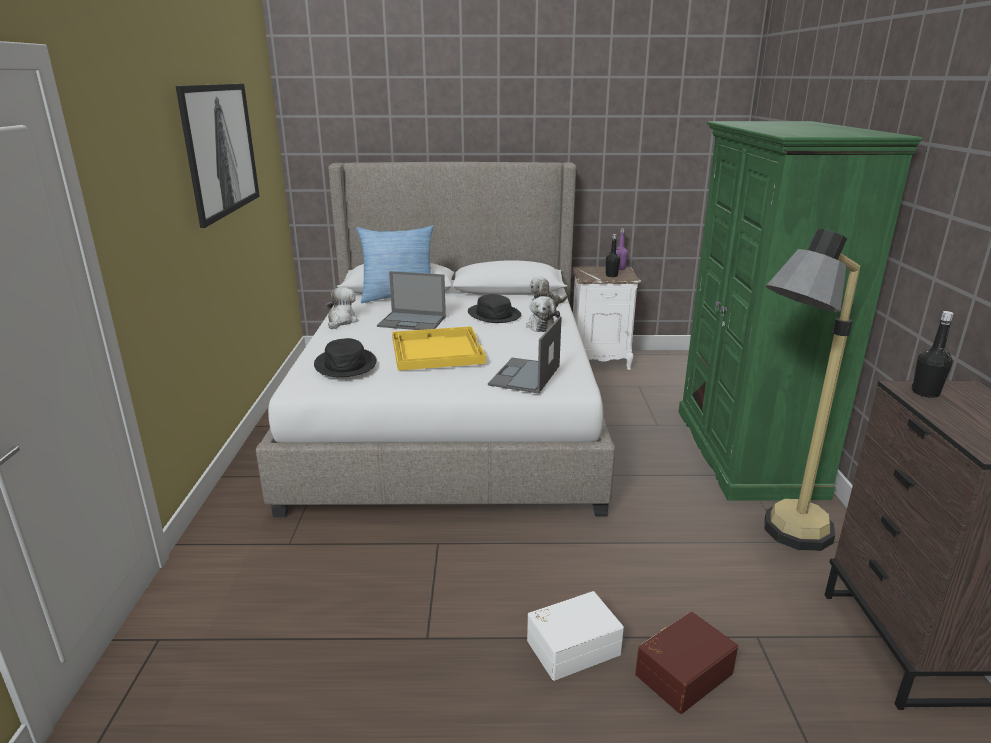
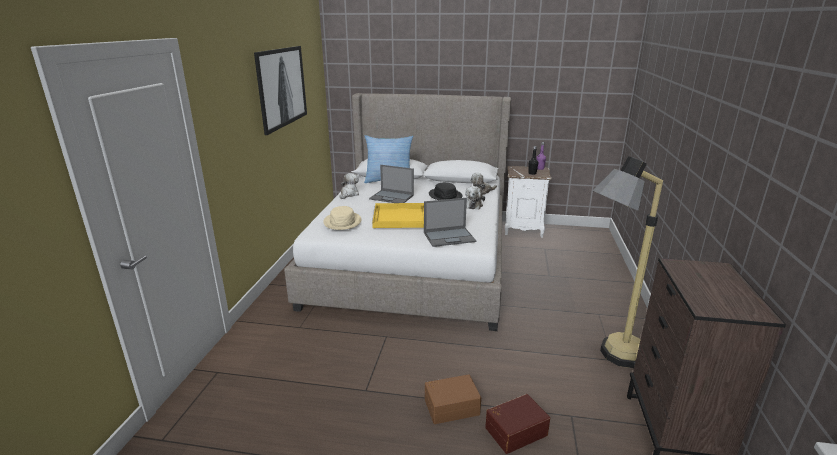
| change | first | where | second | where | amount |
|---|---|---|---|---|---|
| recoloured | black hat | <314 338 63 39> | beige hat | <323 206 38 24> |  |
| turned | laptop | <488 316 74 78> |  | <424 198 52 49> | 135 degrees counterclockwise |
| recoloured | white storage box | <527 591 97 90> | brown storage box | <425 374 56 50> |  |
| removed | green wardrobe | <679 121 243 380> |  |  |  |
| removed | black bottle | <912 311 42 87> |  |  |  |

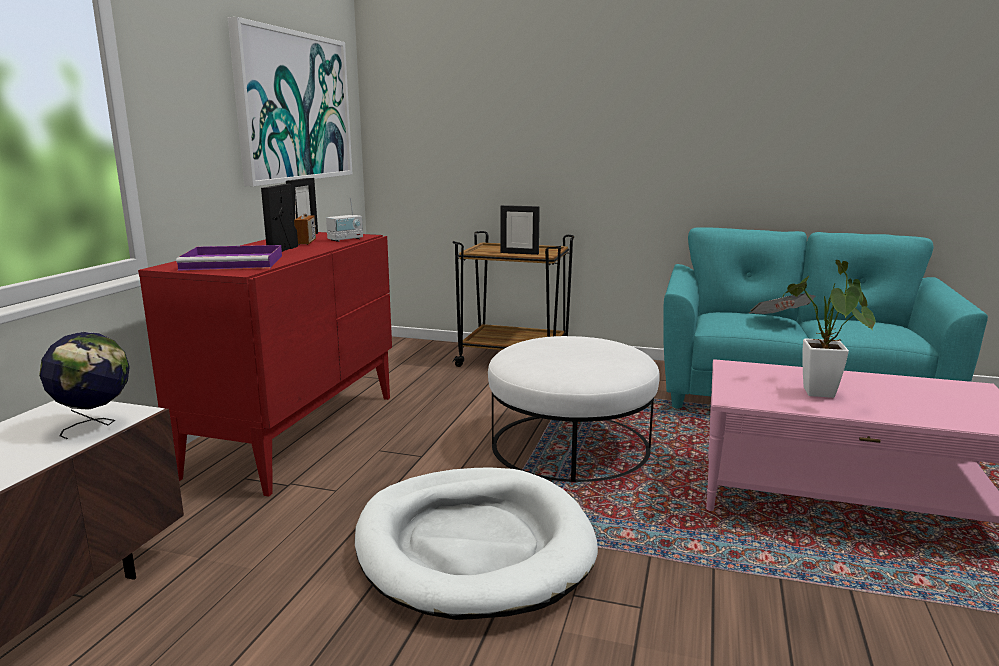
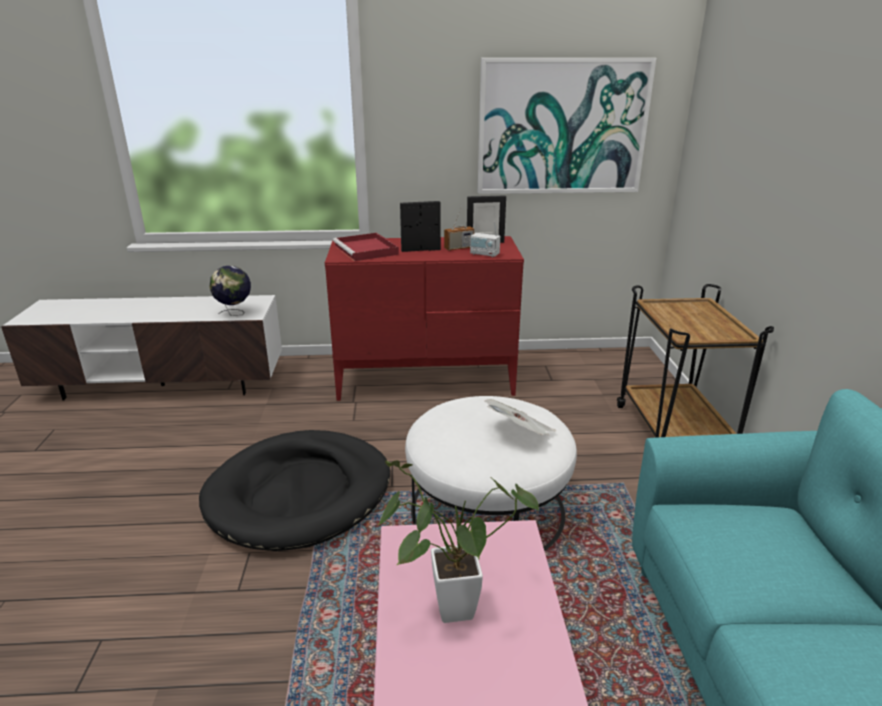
| change | first | where | second | where | amount |
|---|---|---|---|---|---|
| recoloured | white dog bed | <355 468 243 152> | black dog bed | <199 430 191 121> |  |
| recoloured | purple tray | <176 245 106 26> | red tray | <333 233 66 28> |  |
| moved | newspaper | <749 293 67 21> |  | <484 399 73 37> |  |
| removed | picture frame | <500 205 40 50> |  |  |  |

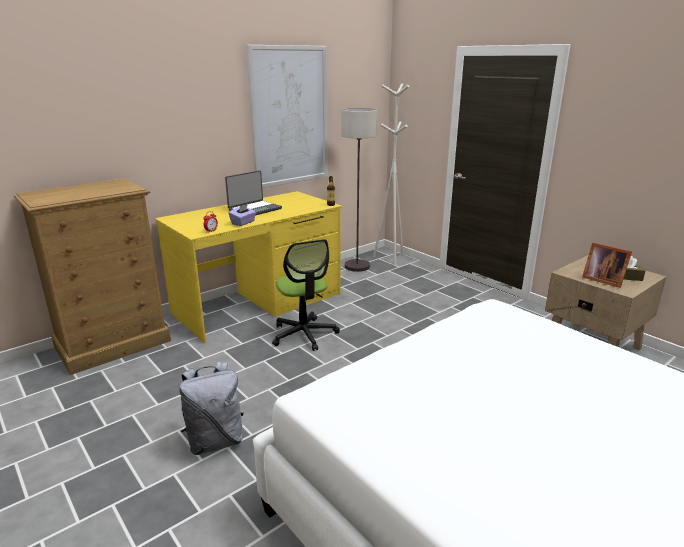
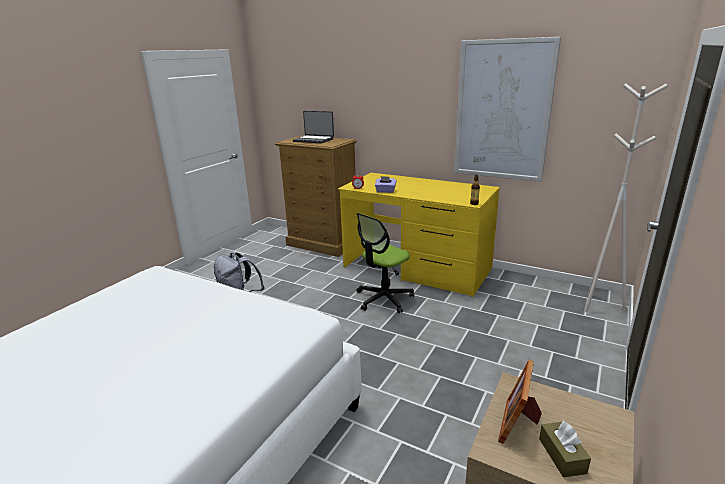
| change | first | where | second | where | amount |
|---|---|---|---|---|---|
| moved | laptop | <225 170 57 46> |  | <293 111 41 32> |  |
| removed | grey floor lamp | <342 108 35 164> |  |  |  |

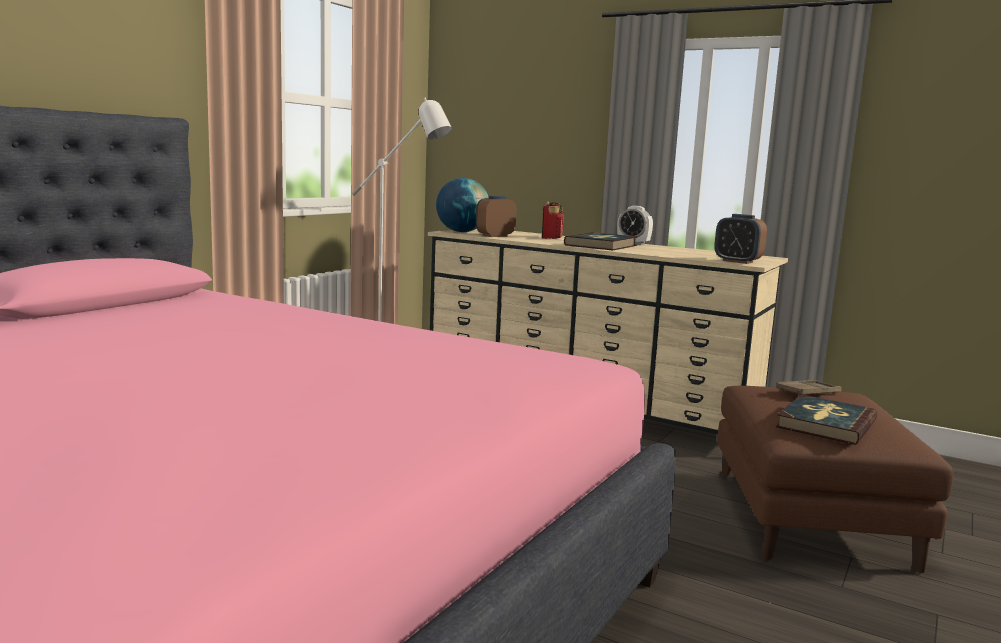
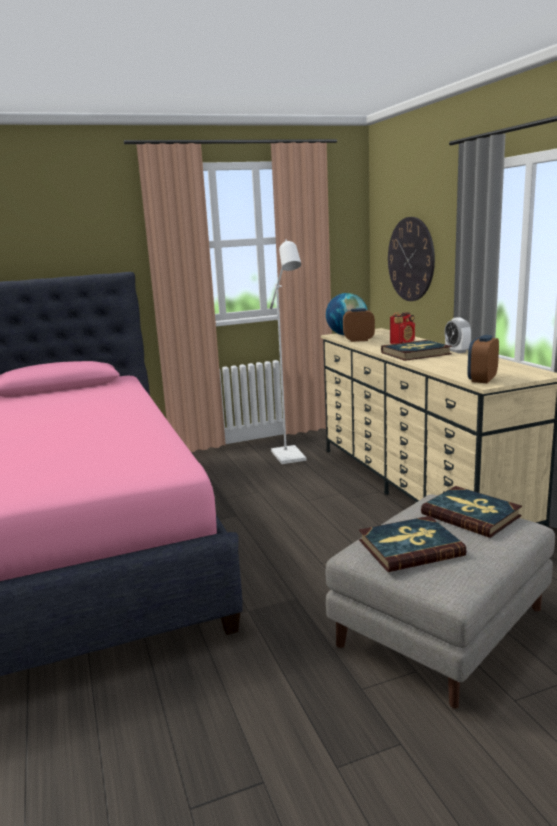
| change | first | where | second | where | amount |
|---|---|---|---|---|---|
| recoloured | brown ottoman | <717 386 236 187> | grey ottoman | <326 494 229 215> |  |
| added |  |  | wall clock | <388 217 47 84> |  |
| replaced | brown tray | <776 380 66 16> | book | <421 486 101 52> |  |
| turned | alarm clock | <714 214 53 50> |  | <467 335 32 48> | 45 degrees clockwise |

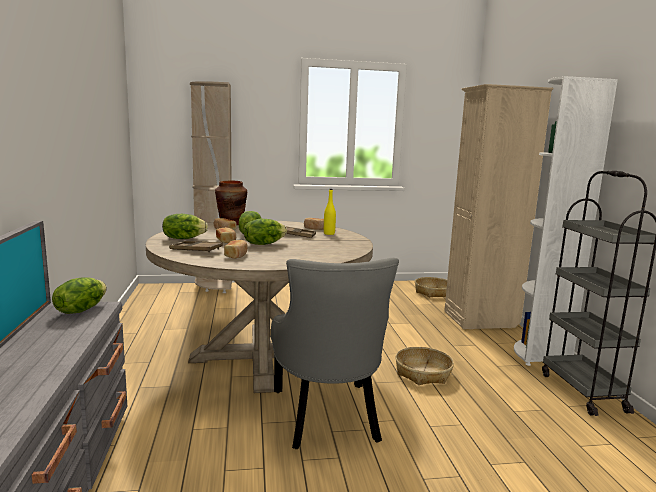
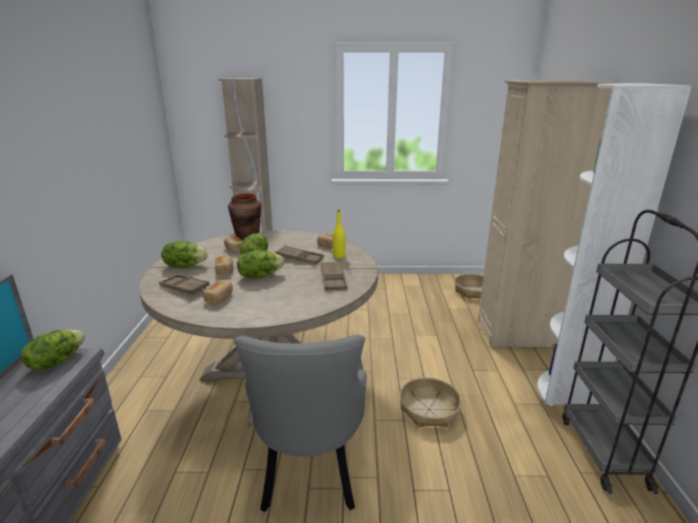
| change | first | where | second | where | amount |
|---|---|---|---|---|---|
| added |  |  | brown tray | <320 262 28 28> |  |

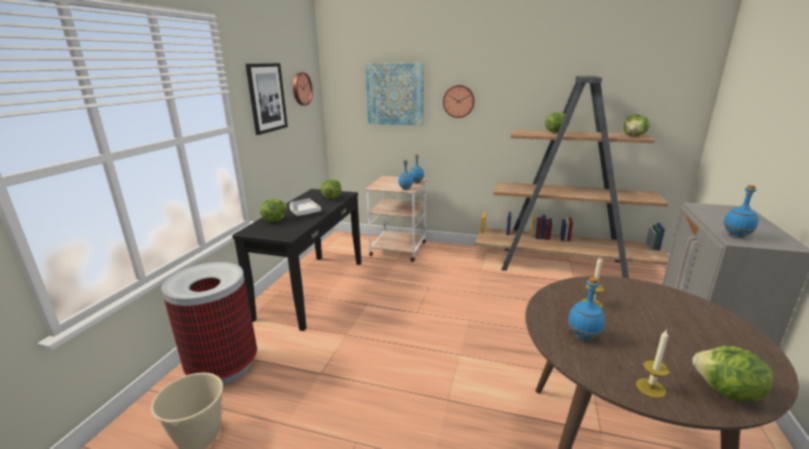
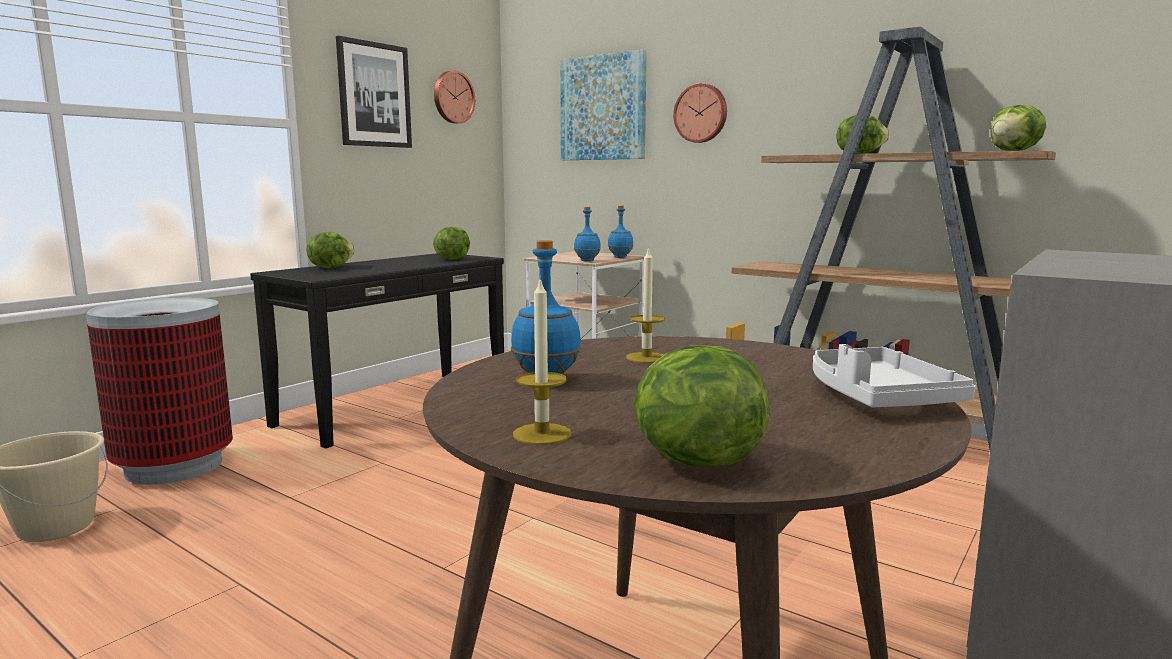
| change | first | where | second | where | amount |
|---|---|---|---|---|---|
| moved | white tray | <289 199 32 17> |  | <813 344 163 63> |  |
| removed | blue bottle | <723 185 35 53> |  |  |  |

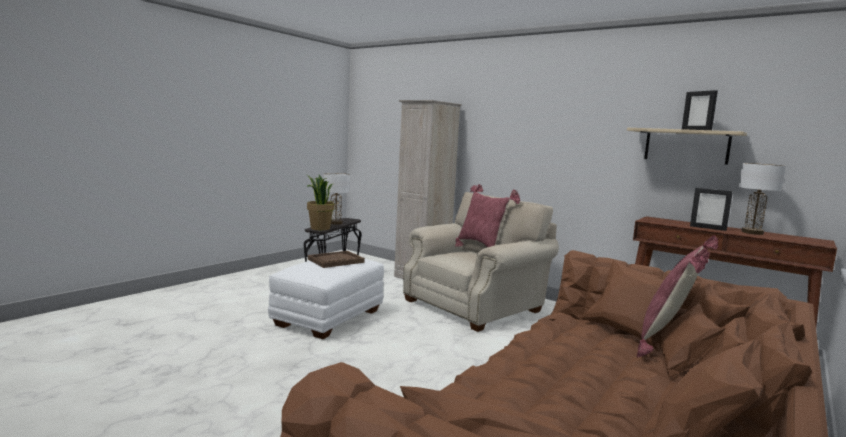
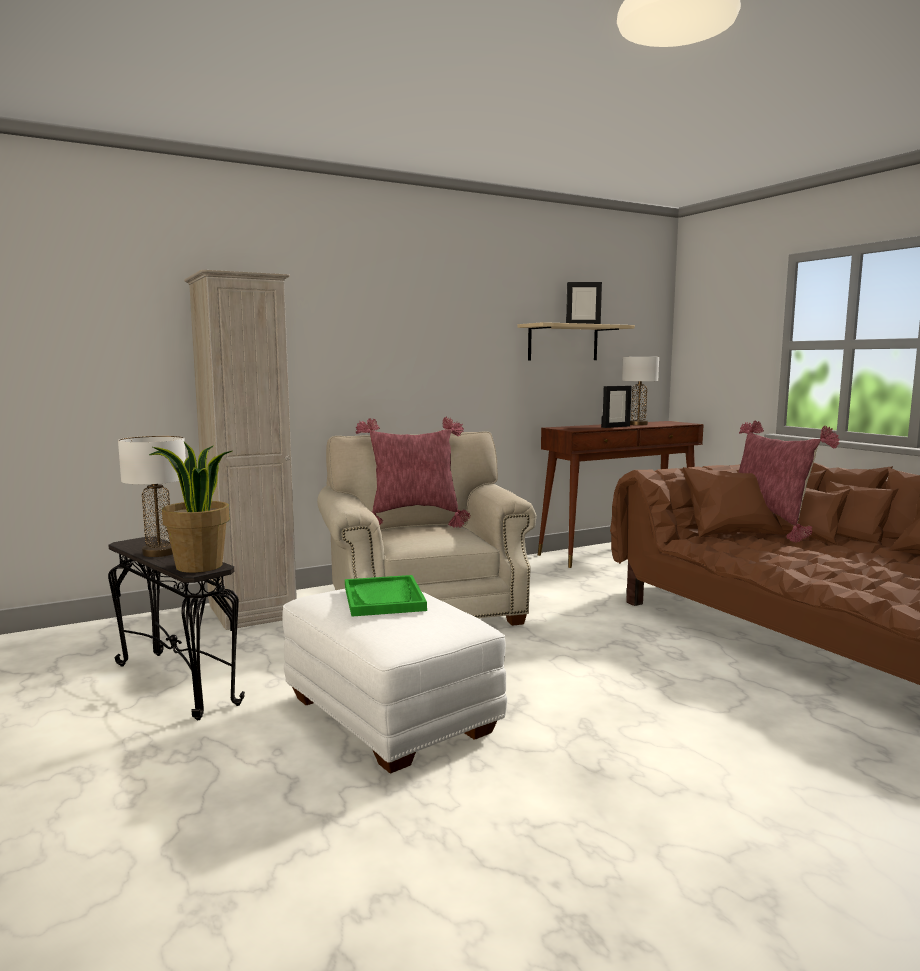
| change | first | where | second | where | amount |
|---|---|---|---|---|---|
| recoloured | brown tray | <308 251 57 17> | green tray | <345 575 82 42> |  |

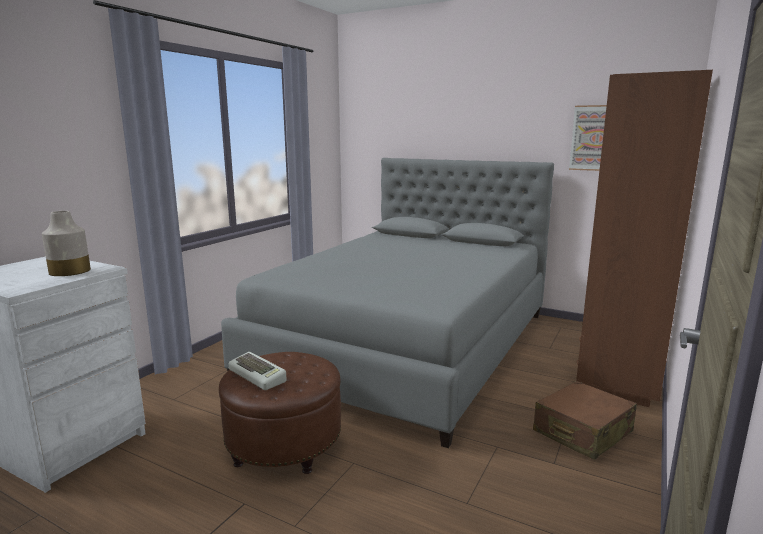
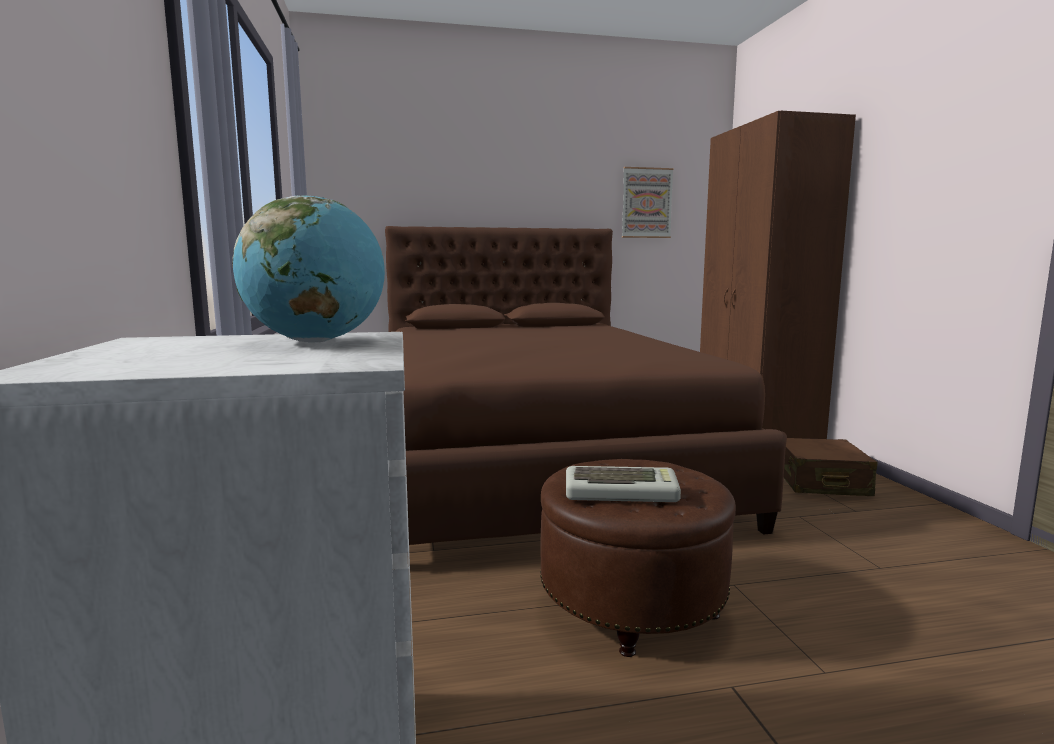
| change | first | where | second | where | amount |
|---|---|---|---|---|---|
| replaced | beige vase | <42 211 49 65> | globe | <232 195 153 147> |  |
| recoloured | grey bed | <221 158 333 290> | brown bed | <385 226 402 319> |  |

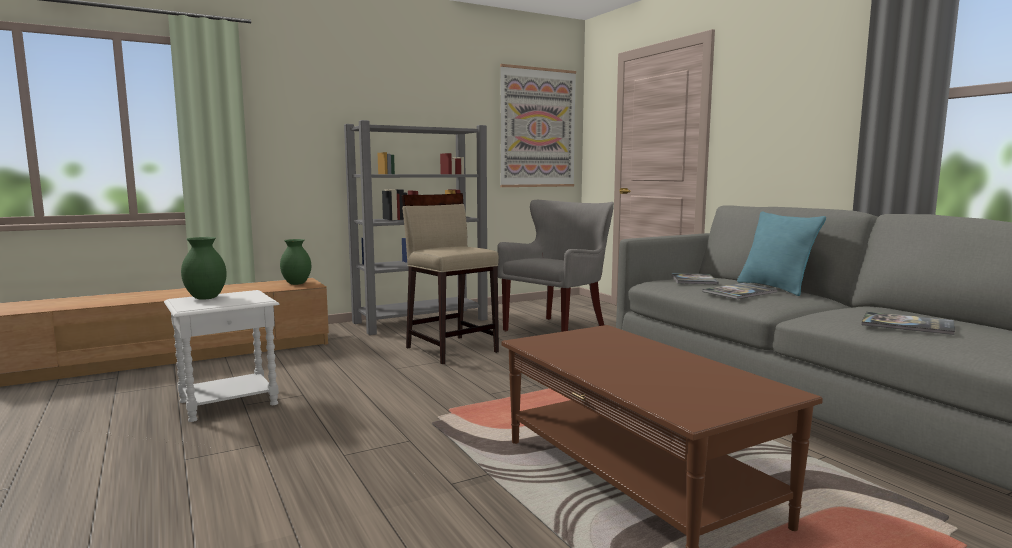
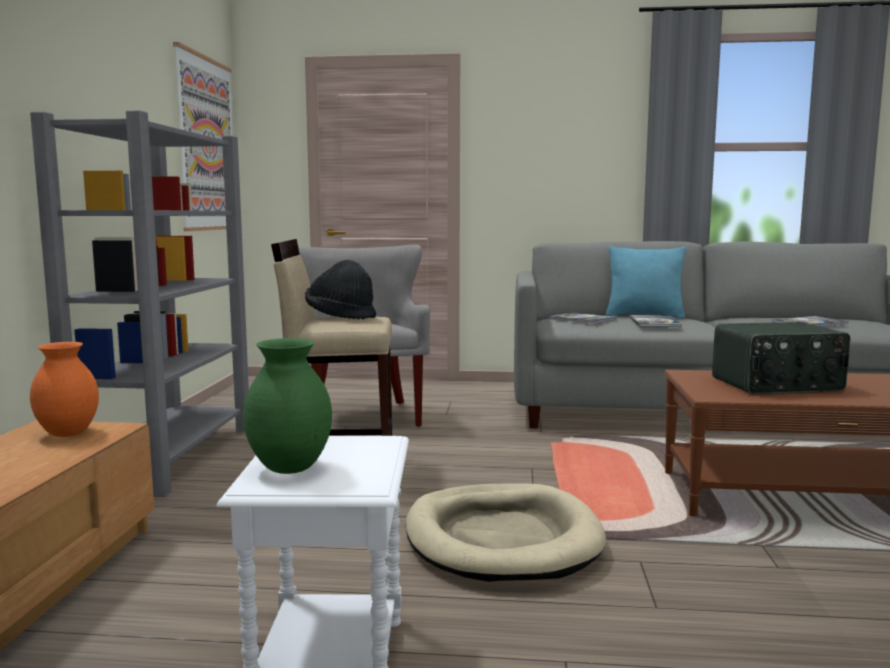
| change | first | where | second | where | amount |
|---|---|---|---|---|---|
| recoloured | green vase | <280 239 31 46> | orange vase | <30 342 69 95> |  |
| added |  |  | black hat | <305 260 71 60> |  |
| added |  |  | beige dog bed | <406 483 200 99> |  |
| added |  |  | radio | <712 322 138 72> |  |

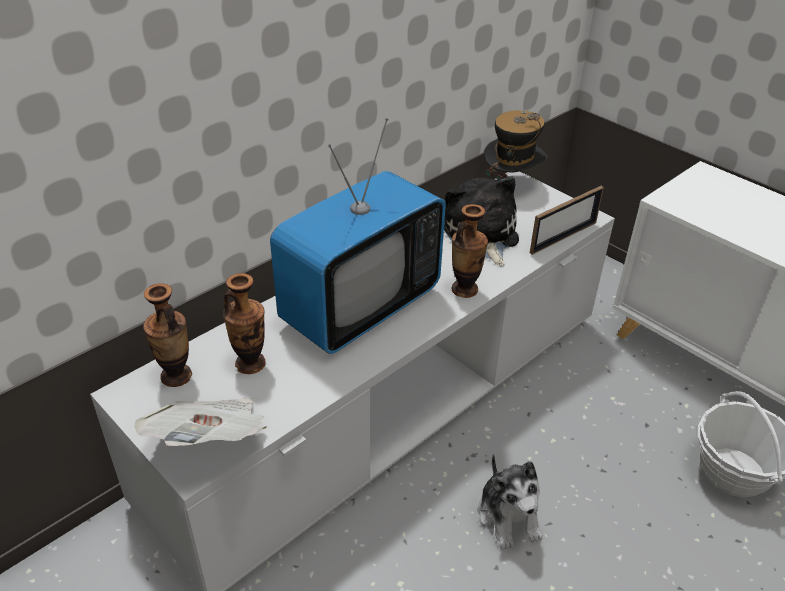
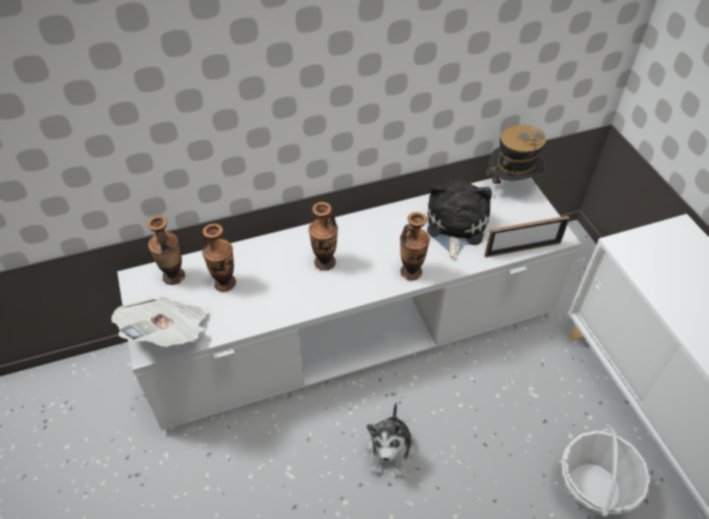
| change | first | where | second | where | amount |
|---|---|---|---|---|---|
| replaced | television | <270 118 176 236> | vase | <309 202 29 69> |  |

